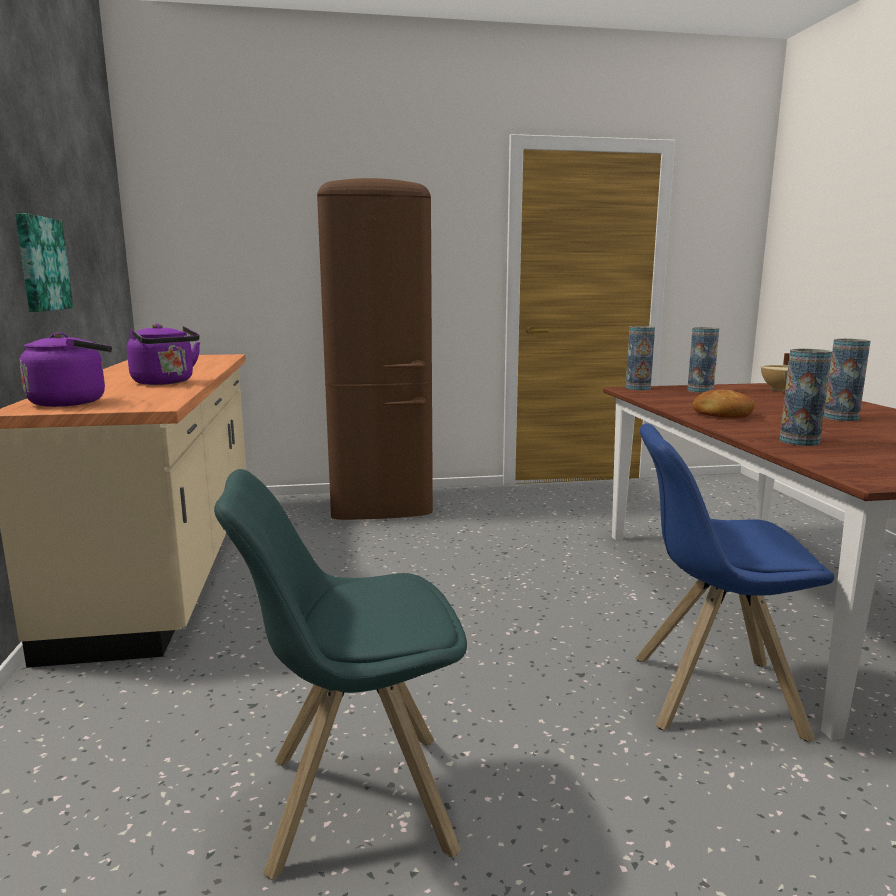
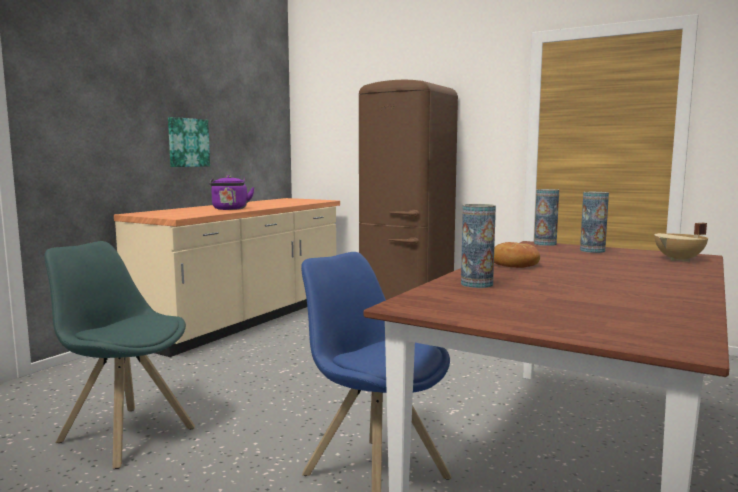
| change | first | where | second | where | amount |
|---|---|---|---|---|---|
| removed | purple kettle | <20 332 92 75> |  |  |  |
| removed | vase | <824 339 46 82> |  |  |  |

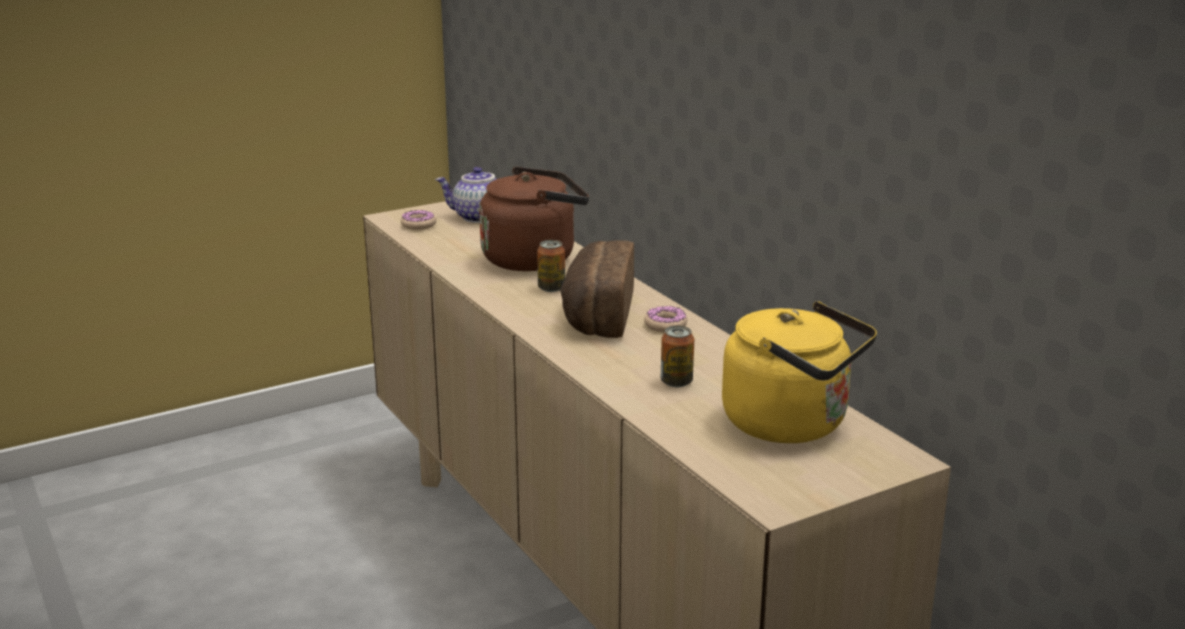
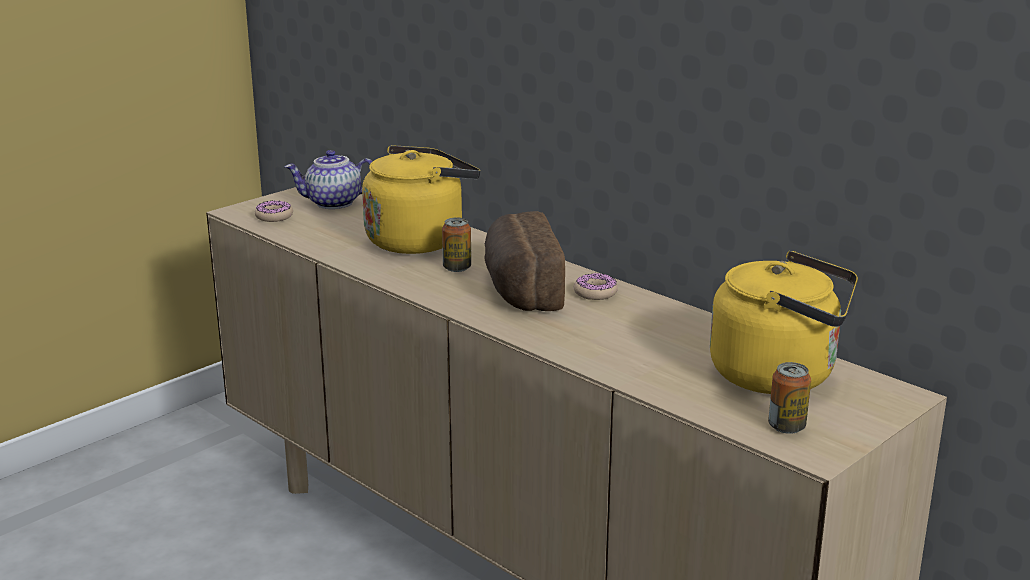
| change | first | where | second | where | amount |
|---|---|---|---|---|---|
| recoloured | brown kettle | <479 167 110 104> | yellow kettle | <362 145 118 109> |  |
| moved | can | <661 326 33 61> |  | <768 362 43 72> |  |

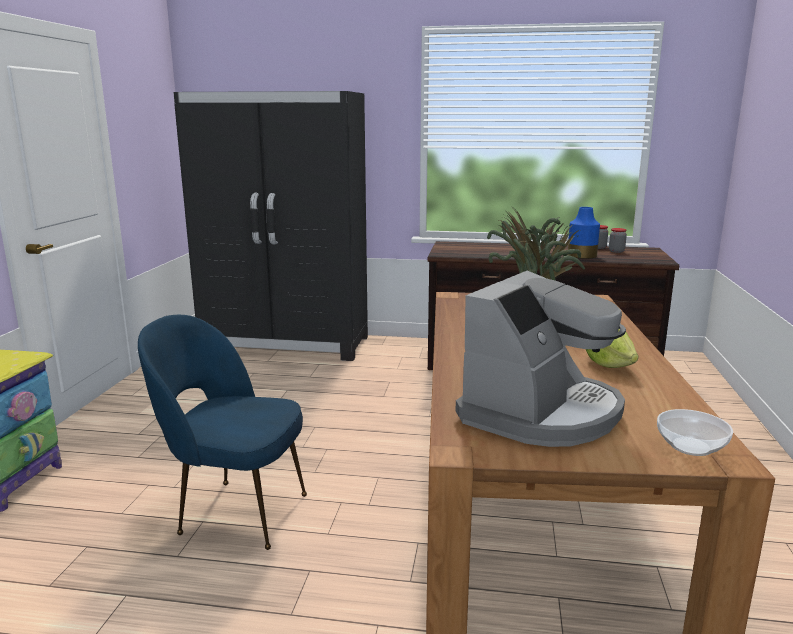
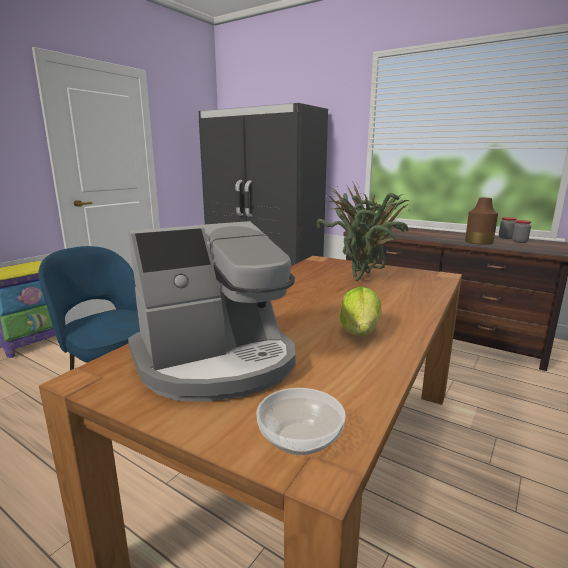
| change | first | where | second | where | amount |
|---|---|---|---|---|---|
| recoloured | blue vase | <568 207 32 52> | brown vase | <465 198 33 47> |  |

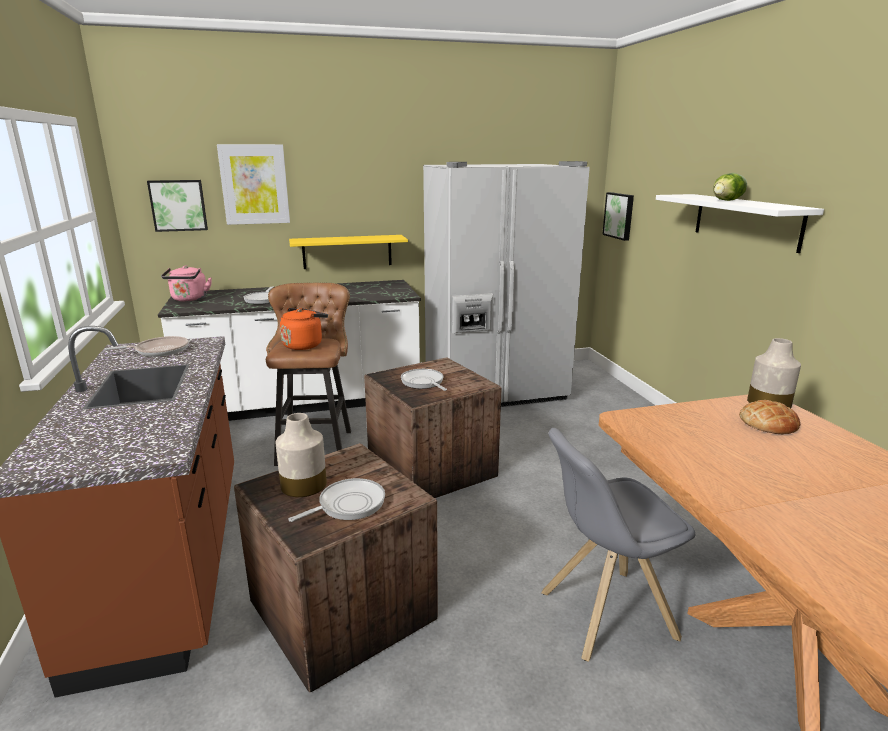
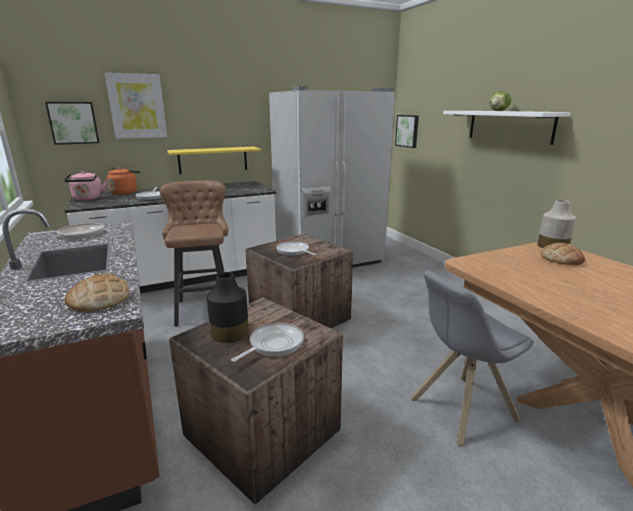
| change | first | where | second | where | amount |
|---|---|---|---|---|---|
| added |  |  | bread | <65 273 64 39> |  |
| moved | orange kettle | <280 308 48 42> |  | <107 167 34 28> |  |
| recoloured | beige vase | <275 413 52 84> | black vase | <207 272 42 71> |  |

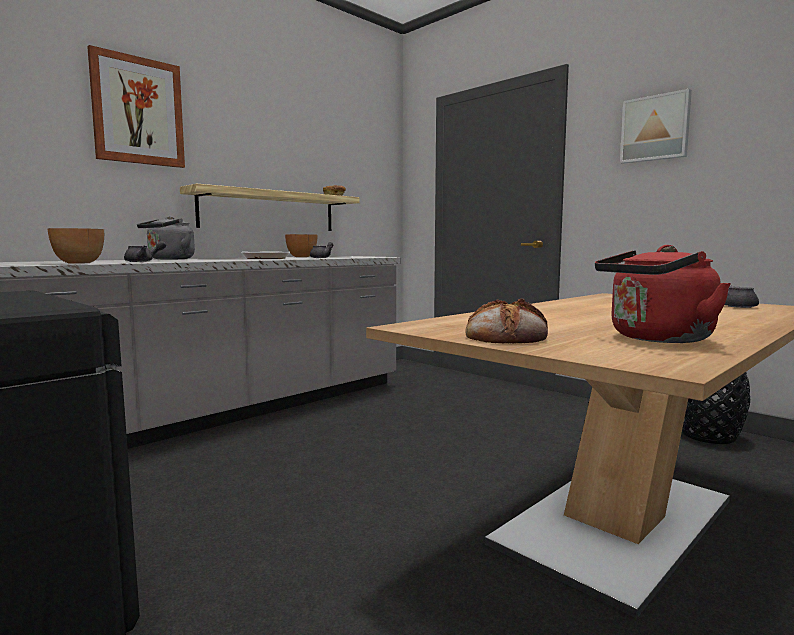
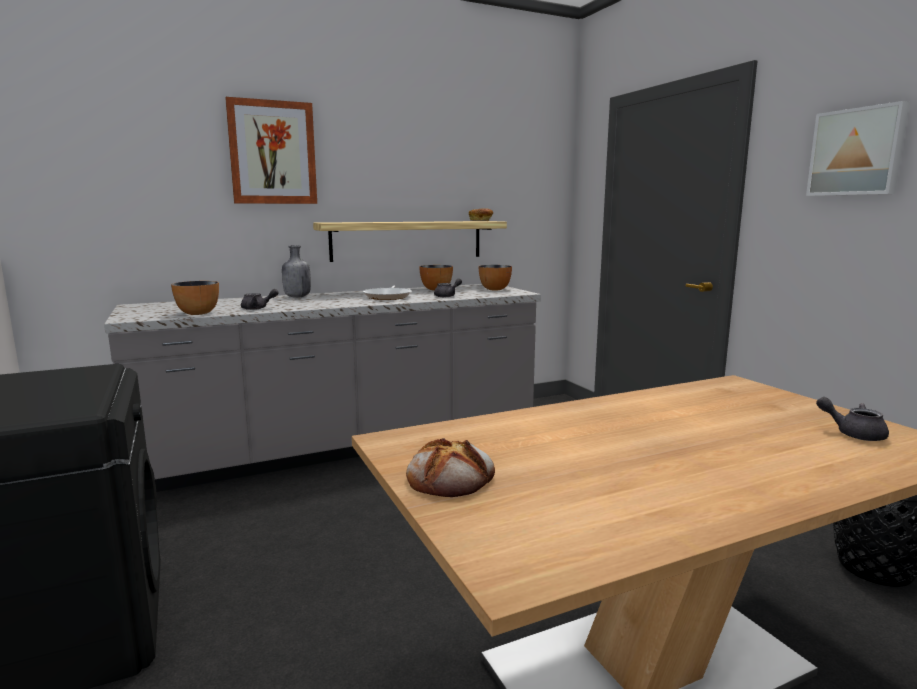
| change | first | where | second | where | amount |
|---|---|---|---|---|---|
| replaced | grey kettle | <137 216 58 44> | grey bottle | <282 245 29 53> |  |
| added |  |  | bowl | <479 265 33 25> |  |
| removed | red kettle | <595 245 136 98> |  |  |  |

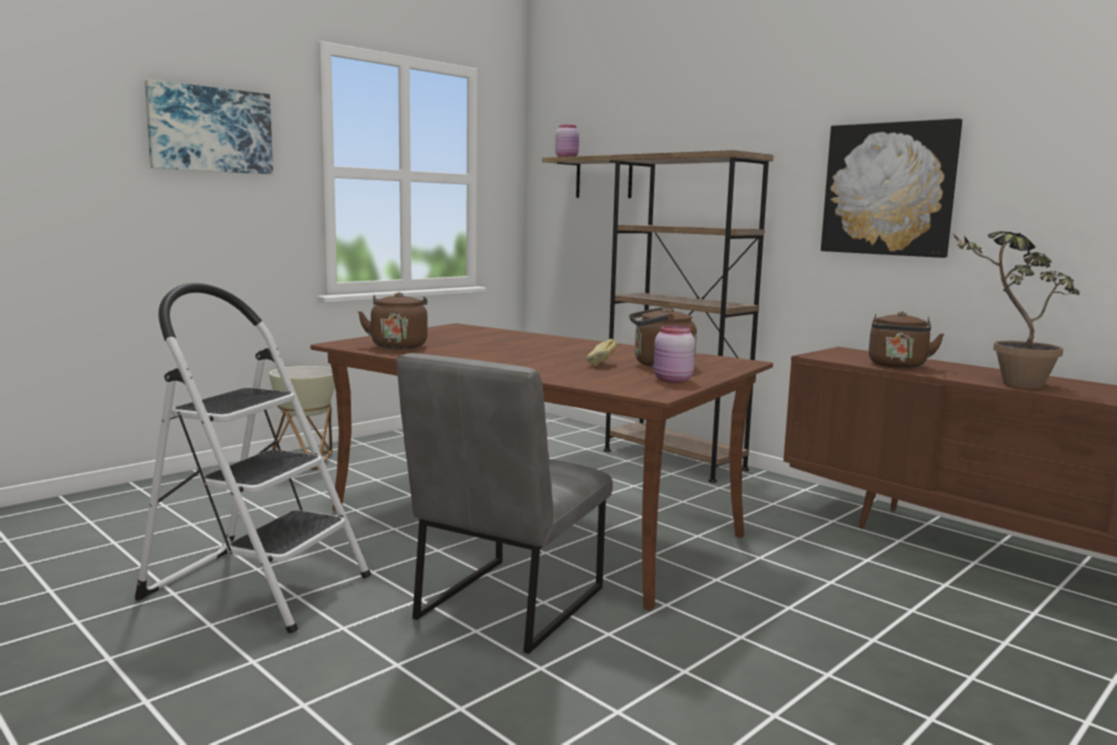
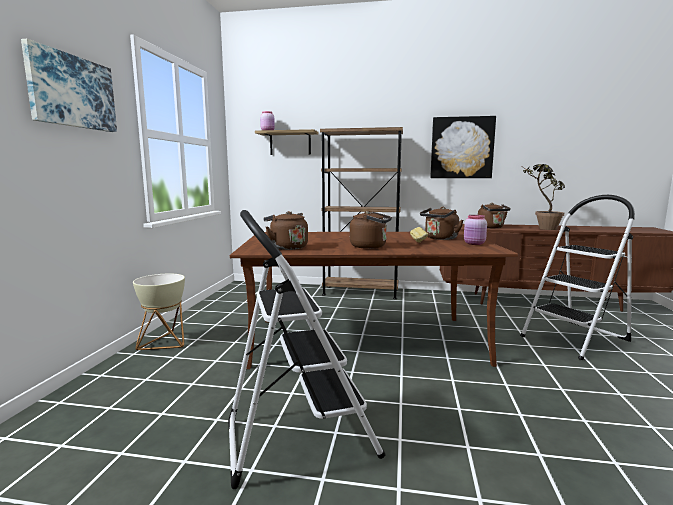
| change | first | where | second | where | amount |
|---|---|---|---|---|---|
| added |  |  | brown kettle | <350 211 42 38> |  |
| added |  |  | step ladder | <520 195 115 165> |  |
| removed | grey chair | <397 353 216 301> |  |  |  |

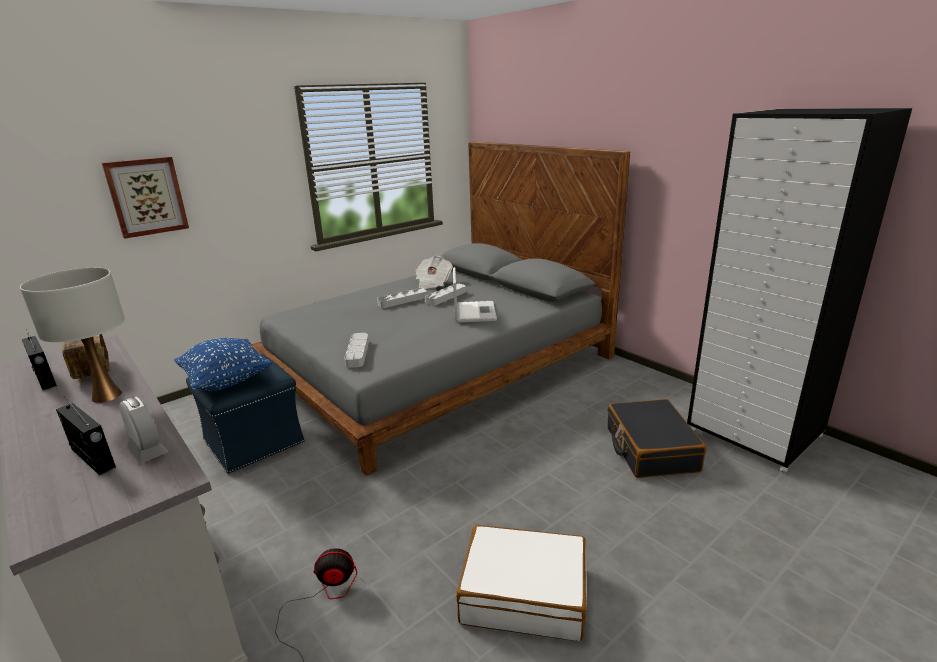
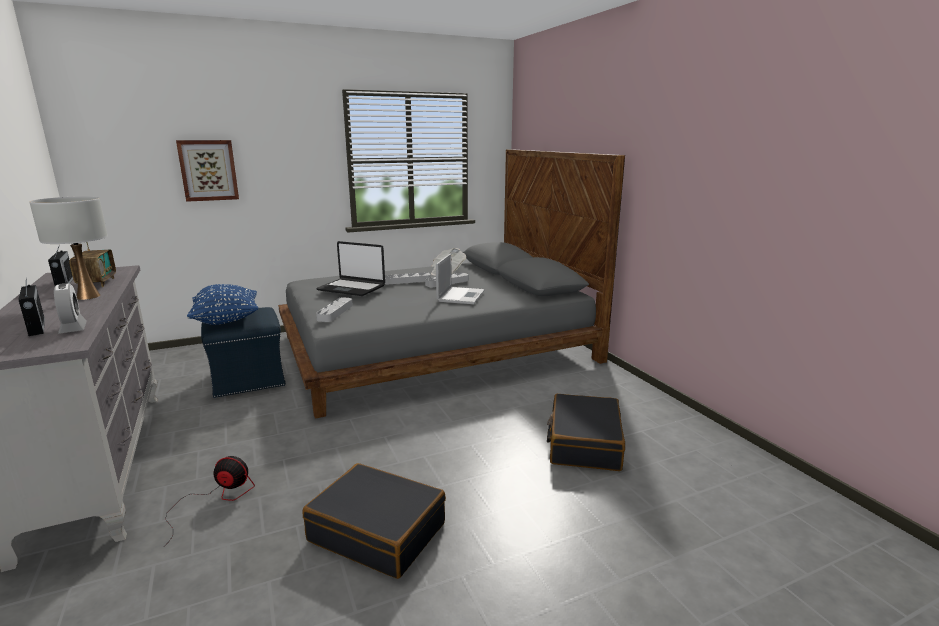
| change | first | where | second | where | amount |
|---|---|---|---|---|---|
| recoloured | white suitcase | <456 525 131 116> | black suitcase | <302 463 144 116> |  |
| added |  |  | laptop | <316 241 69 55> |  |
| removed | wardrobe | <687 108 225 365> |  |  |  |

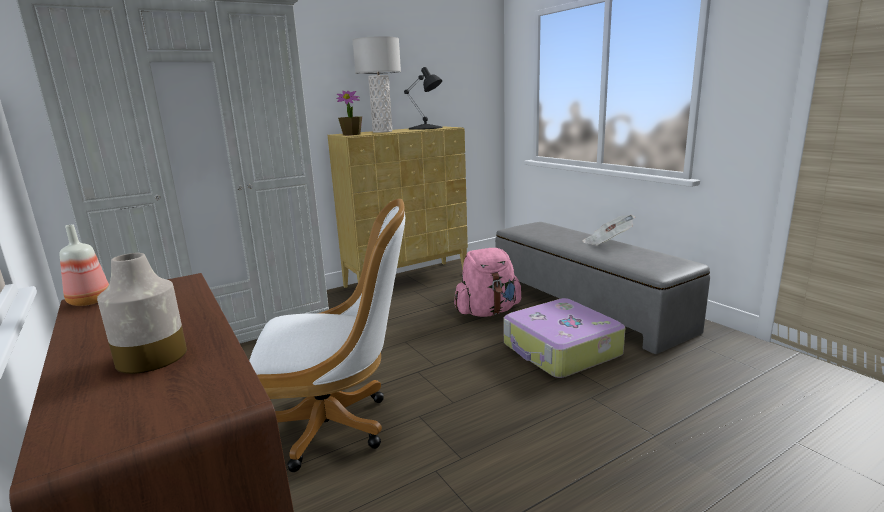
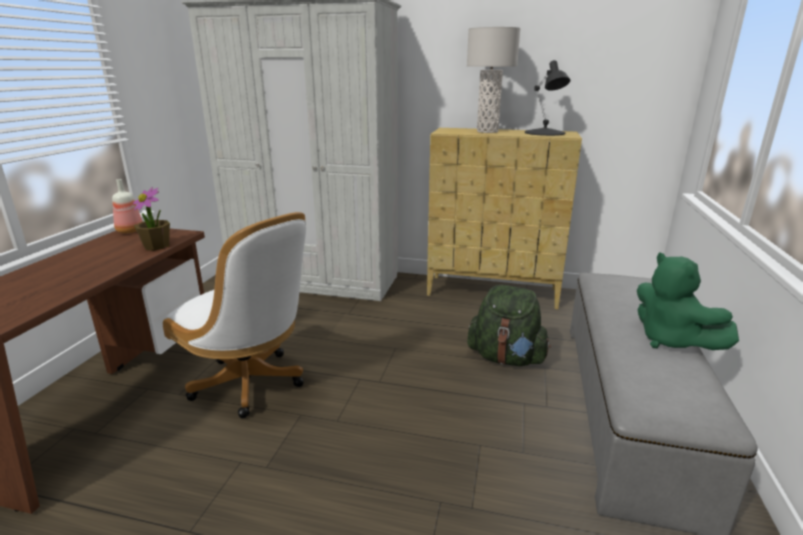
| change | first | where | second | where | amount |
|---|---|---|---|---|---|
| moved | potted plant | <337 91 25 44> |  | <133 187 37 64> |  |
| recoloured | pink backpack | <454 248 67 69> | green backpack | <467 285 84 81> |  |
| replaced | newspaper | <582 215 54 30> | green plush toy | <637 252 102 98> |  |
| removed | beige vase | <97 253 90 121> |  |  |  |
| removed | suitcase | <504 298 122 80> |  |  |  |

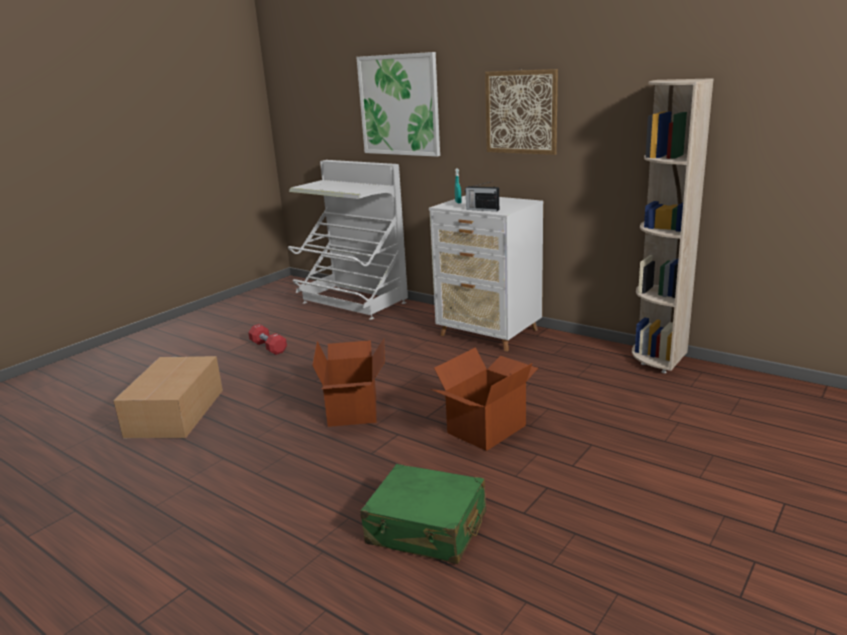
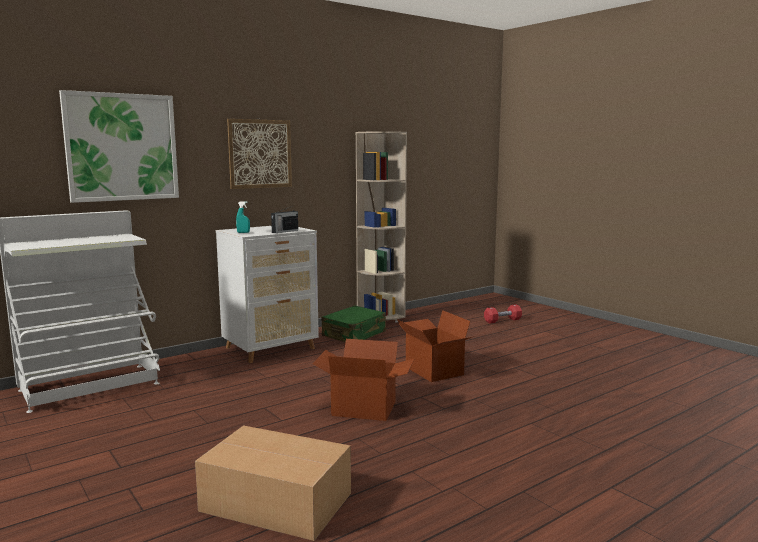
| change | first | where | second | where | amount |
|---|---|---|---|---|---|
| moved | green suitcase | <360 464 126 100> |  | <321 306 65 36> |  |
| moved | red dumbbell | <248 324 39 31> |  | <484 304 38 19> |  |

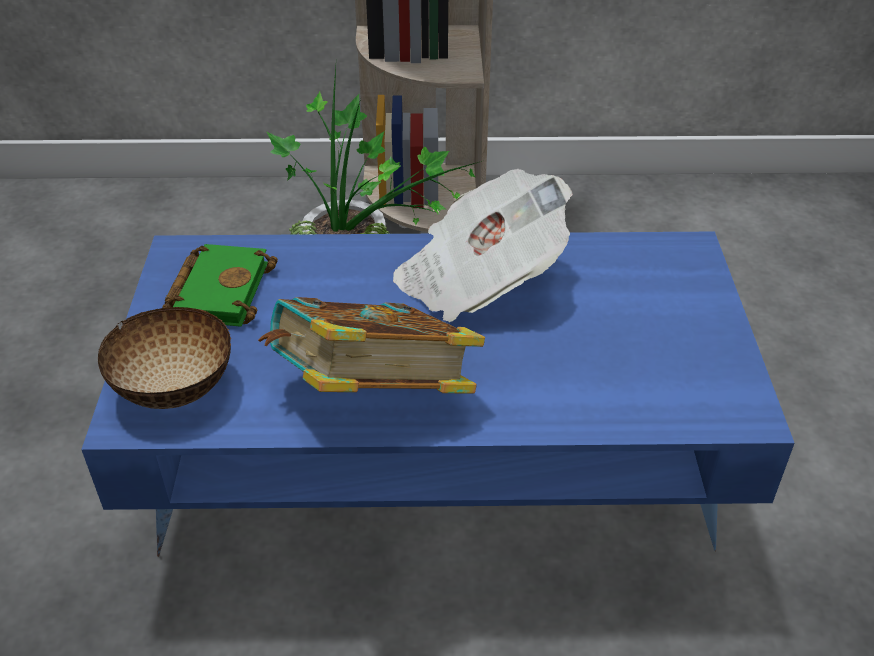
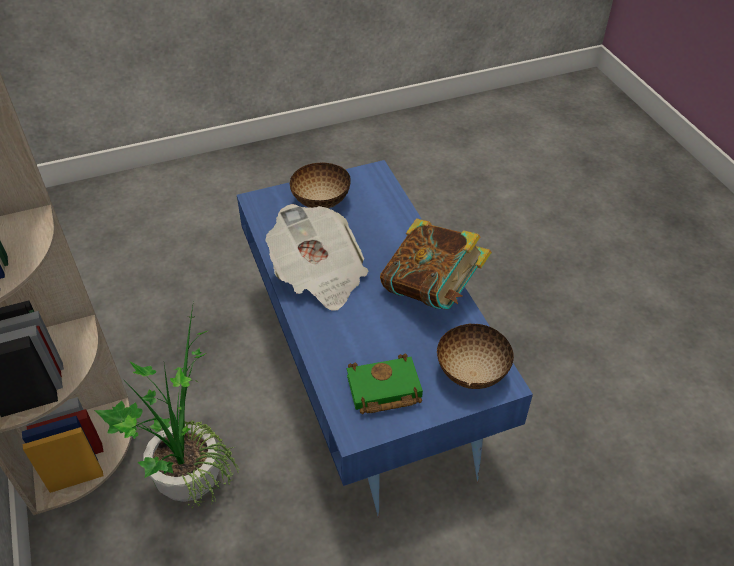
| change | first | where | second | where | amount |
|---|---|---|---|---|---|
| added |  |  | bowl | <290 162 61 47> |  |

